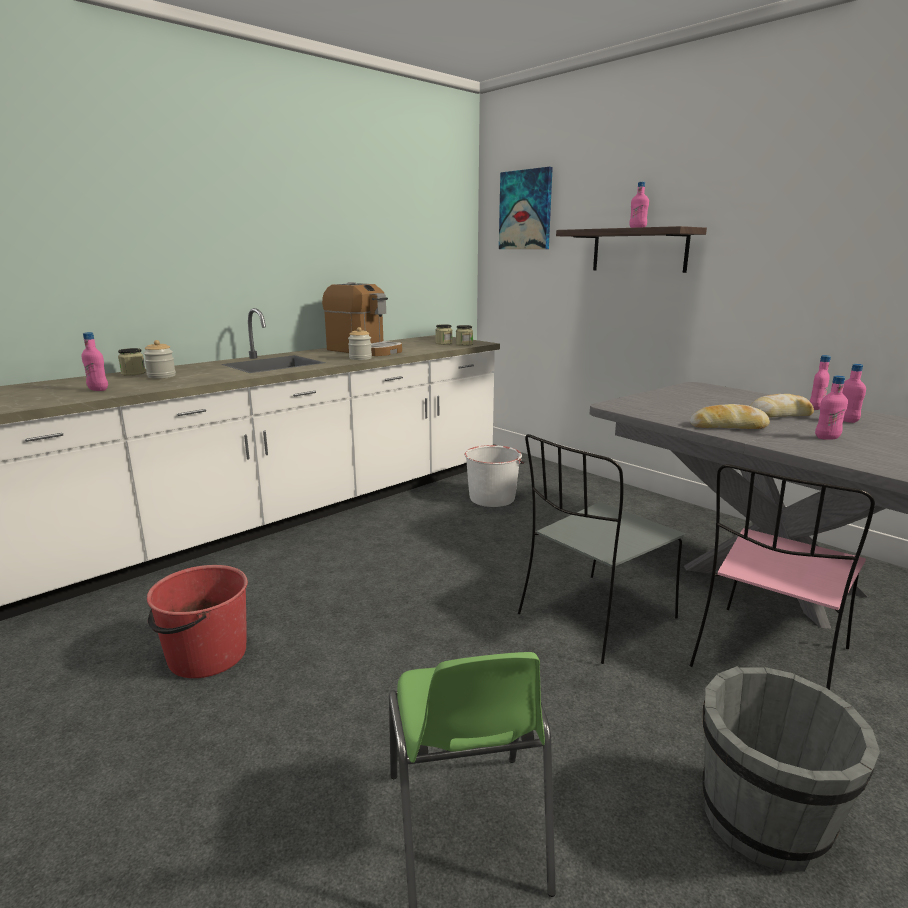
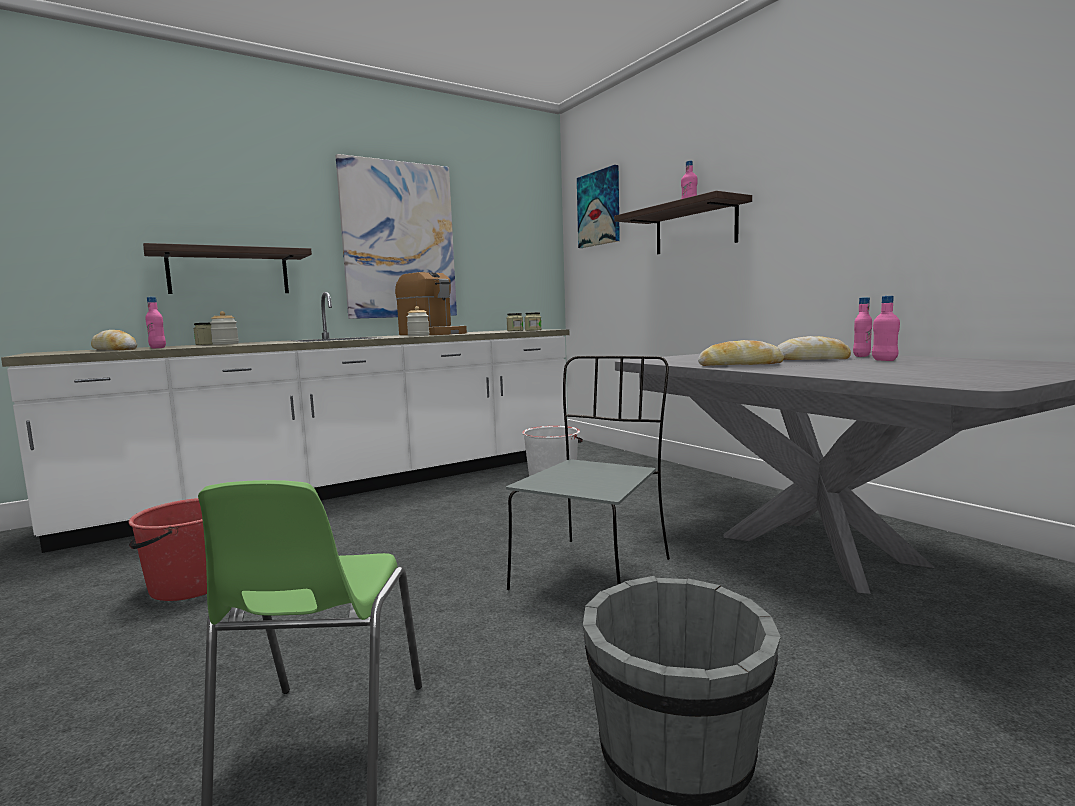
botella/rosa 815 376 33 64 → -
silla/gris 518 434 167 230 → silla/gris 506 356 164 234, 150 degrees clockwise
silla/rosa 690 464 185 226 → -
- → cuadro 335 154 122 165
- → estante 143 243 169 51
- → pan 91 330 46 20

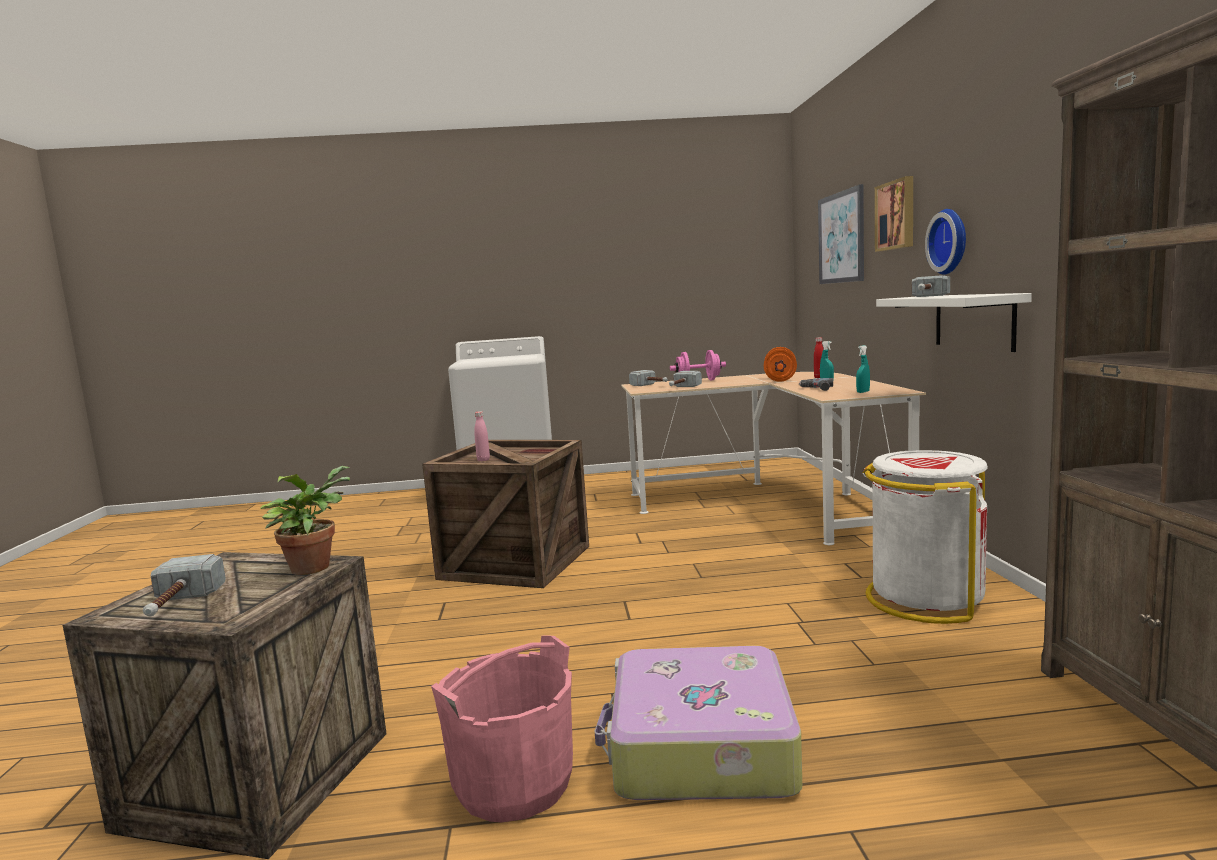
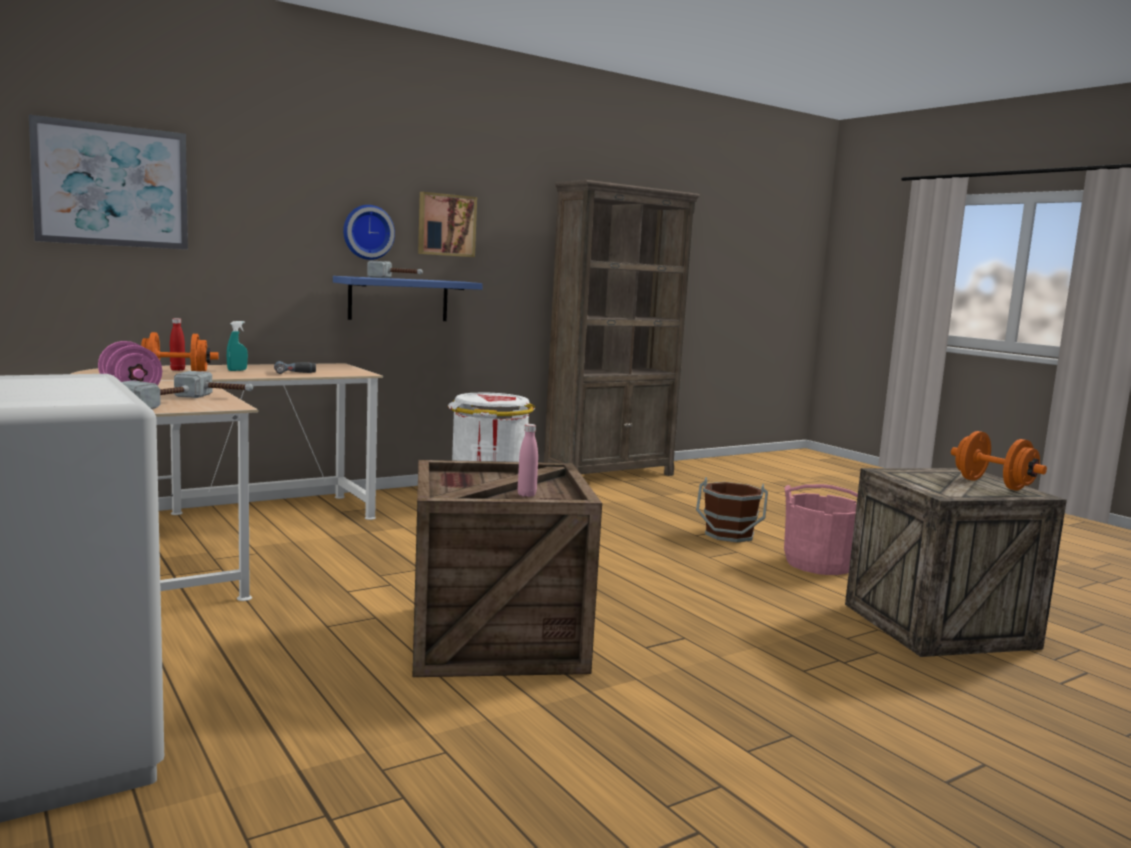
cuadro 875 176 38 76 → cuadro 418 192 59 65, moved
estante/blanco 876 293 156 59 → estante/azul 333 276 150 45
pulverizador/turquesa 856 345 14 48 → -
planta en maceta 260 466 90 109 → -
martillo 143 554 83 62 → mancuerna/naranja 951 431 96 60
maleta 595 646 207 154 → cubo/marrón 696 477 72 66

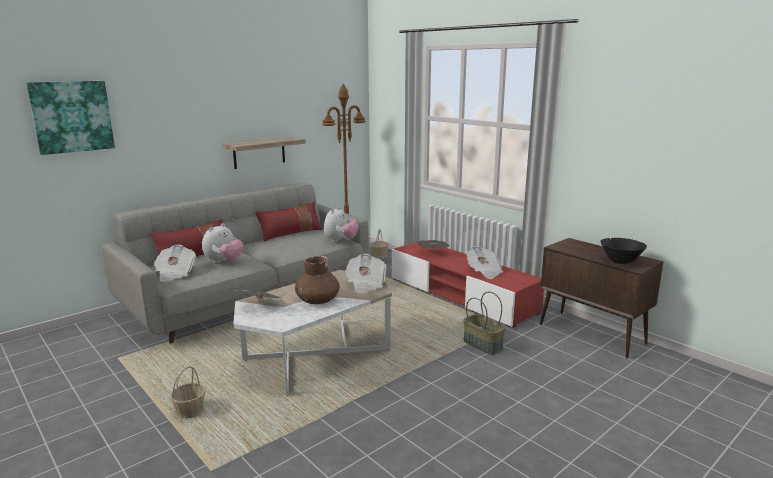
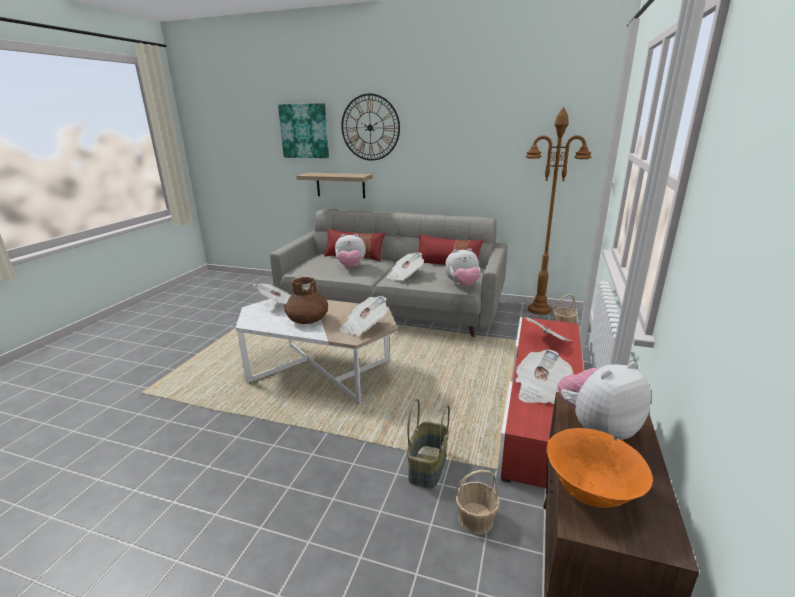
estante 223 137 83 32 → estante 296 173 77 25, moved
cuenco/negro 600 238 47 26 → cuenco/naranja 546 428 107 80
periódico 154 245 42 37 → periódico 387 252 37 29, moved
cesta 170 366 36 53 → cesta 455 470 45 64, moved
- → reloj de pared 341 94 59 67
- → peluche 557 361 94 79

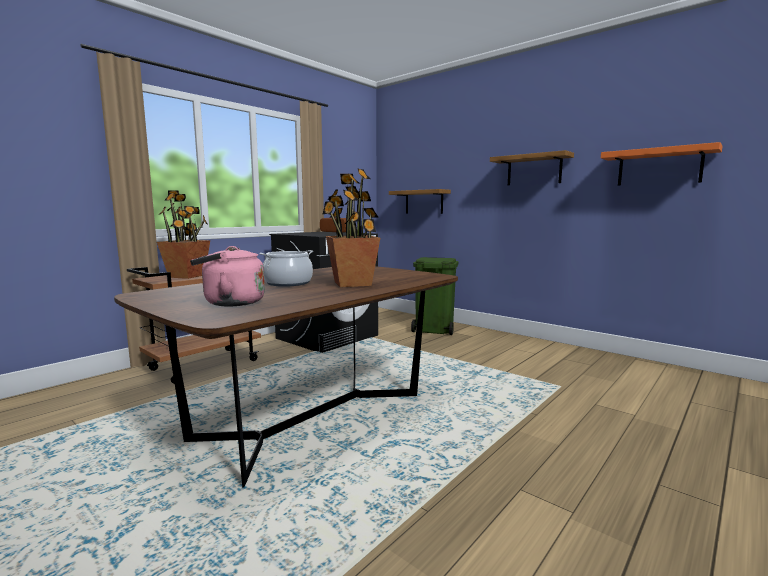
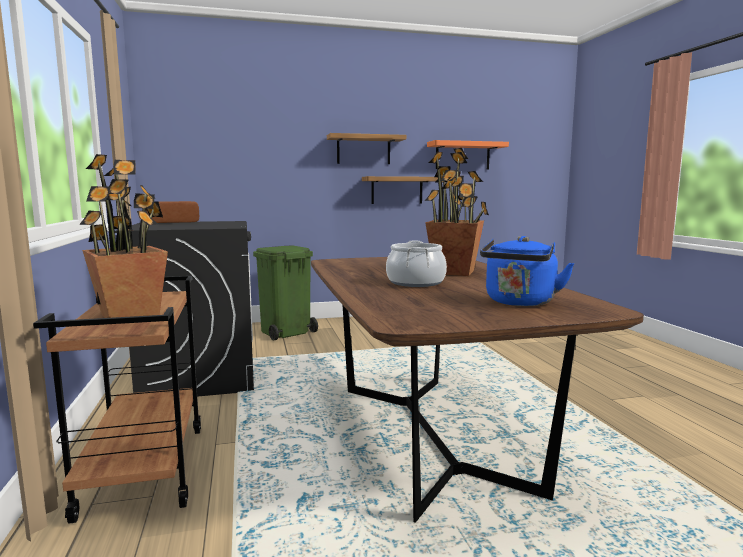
estante 389 189 62 25 → estante 362 176 76 28, moved
hervidor/rosa 190 246 75 60 → hervidor/azul 480 236 94 70

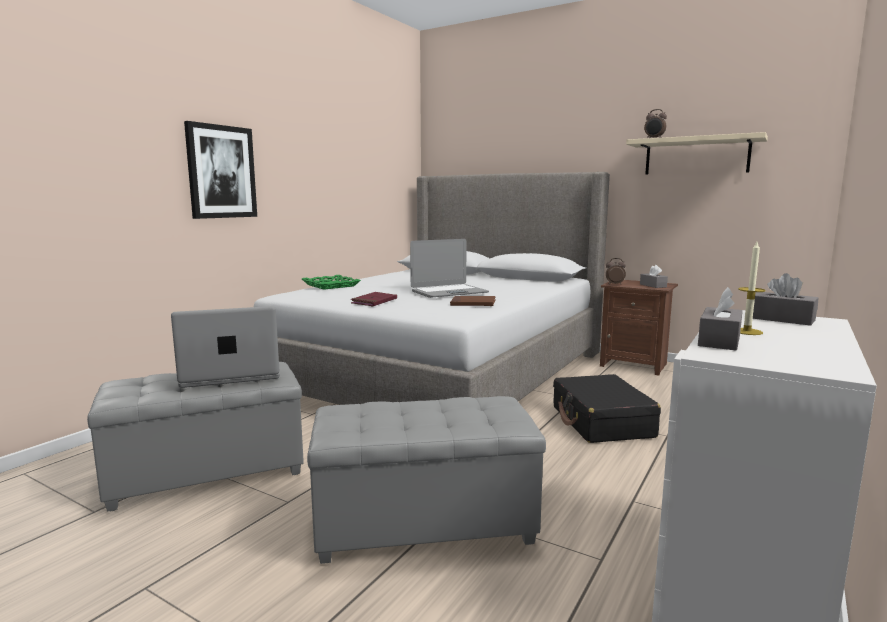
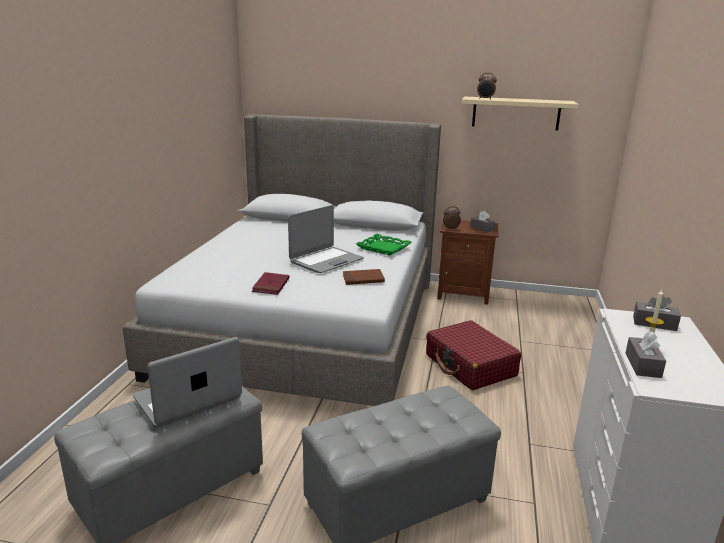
cuadro 184 121 73 98 → -
bandeja/verde 302 275 59 15 → bandeja/verde 356 234 56 21, moved
maleta/negro 553 374 108 69 → maleta/rojo 426 320 95 70

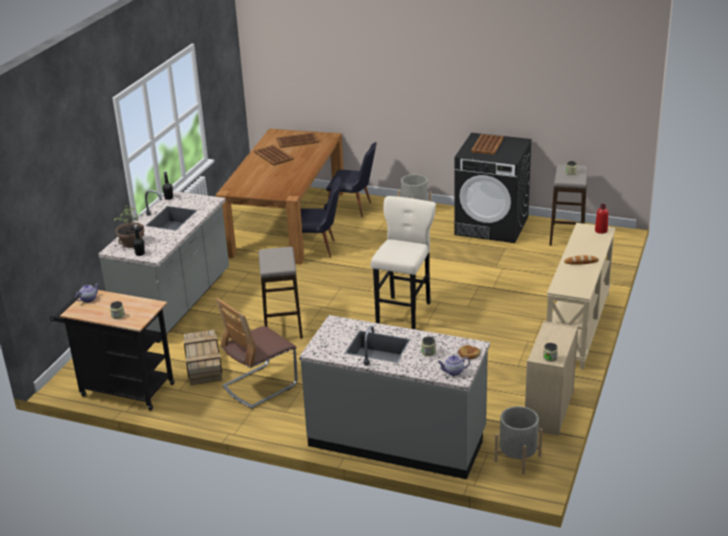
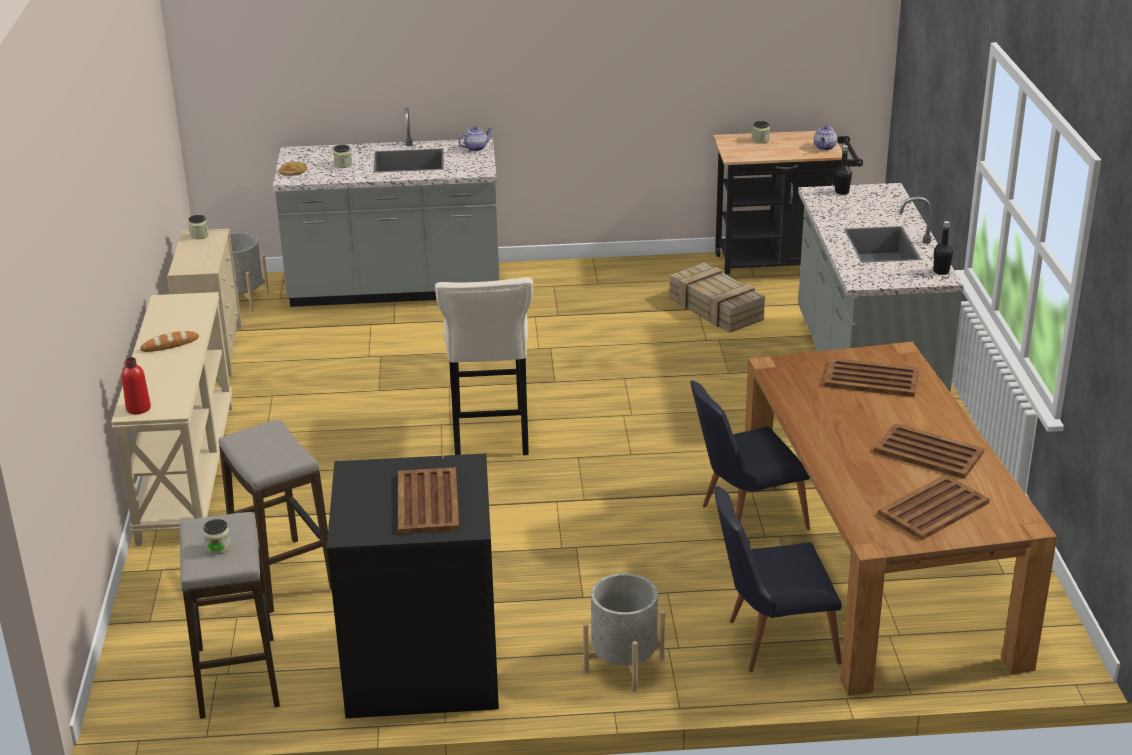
planta en maceta 114 206 30 42 → -
taburete 259 247 44 92 → taburete 218 420 114 193, moved
silla 216 297 82 112 → -
tetera 438 355 32 21 → tetera 458 126 34 25, moved
- → bandeja/marrón 824 358 95 39

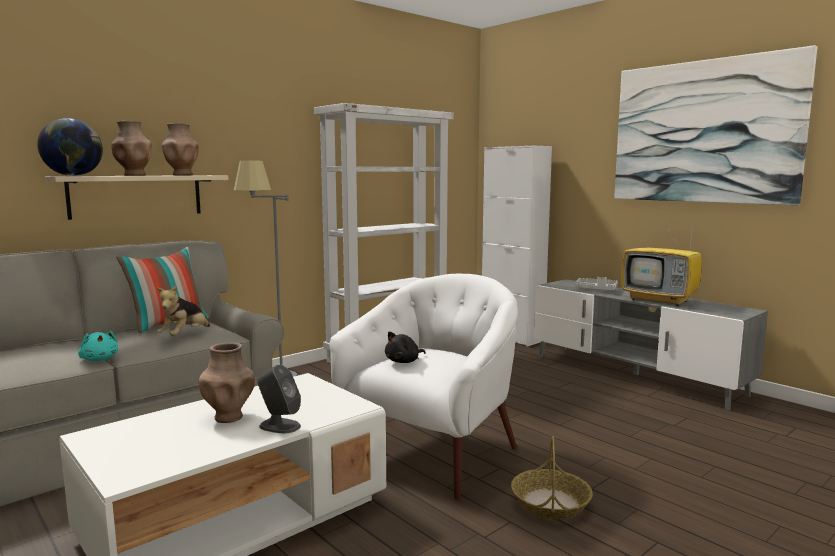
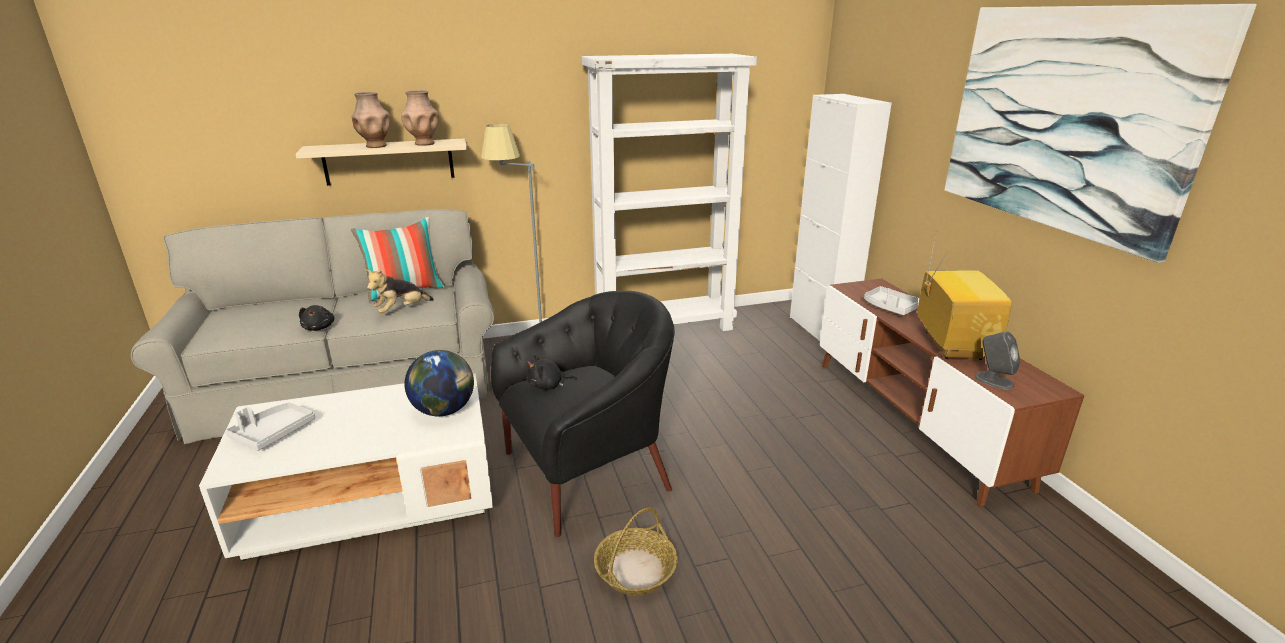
globo terráqueo 37 118 66 58 → globo terráqueo 405 350 69 66, moved
televisor 621 219 81 87 → televisor 917 235 95 125, 150 degrees counterclockwise
sillón/blanco 329 274 189 226 → sillón/negro 491 291 183 246
mueble de televisión/gris 534 279 234 131 → mueble de televisión/marrón 820 278 265 229
peluche/turquesa 78 331 40 30 → peluche/negro 299 305 35 26
florero/marrón 199 343 56 80 → -
altavoz/gris 257 365 44 68 → altavoz/gris 975 331 46 59, moved
- → bandeja/gris 225 402 90 49

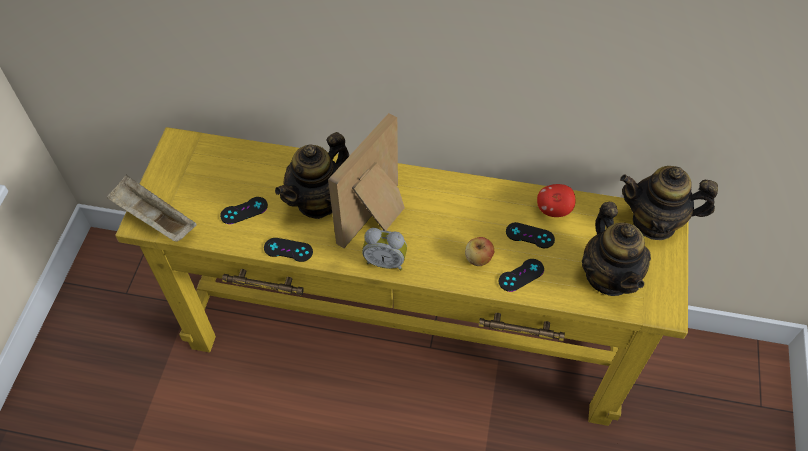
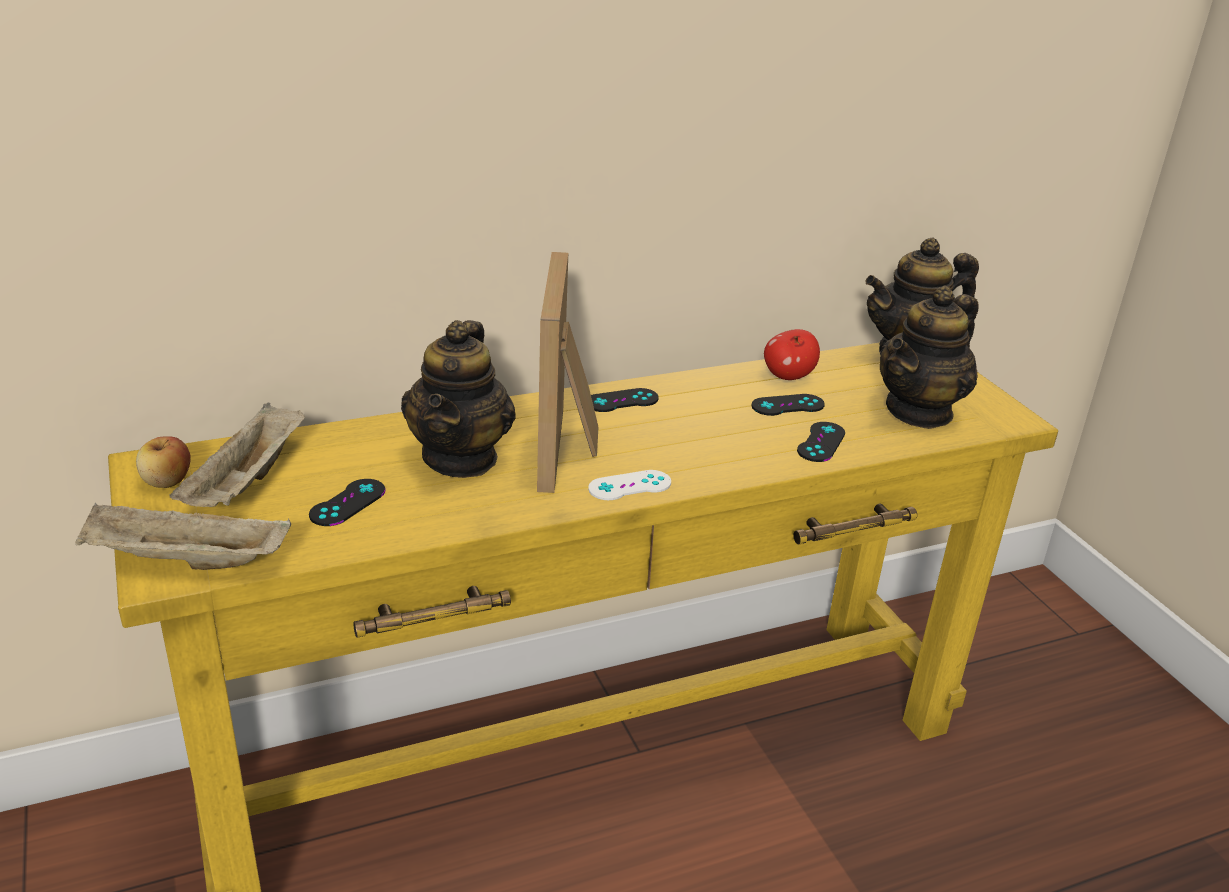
tetera 582 202 69 94 → tetera 880 285 99 144, 90 degrees clockwise
despertador 362 228 45 42 → mando de consola/blanco 588 470 83 30
manzana 465 237 29 29 → manzana 136 437 55 51, moved
mando de consola/negro 264 238 49 24 → mando de consola/negro 591 388 68 24, moved
- → bandeja/beis 170 403 135 104

